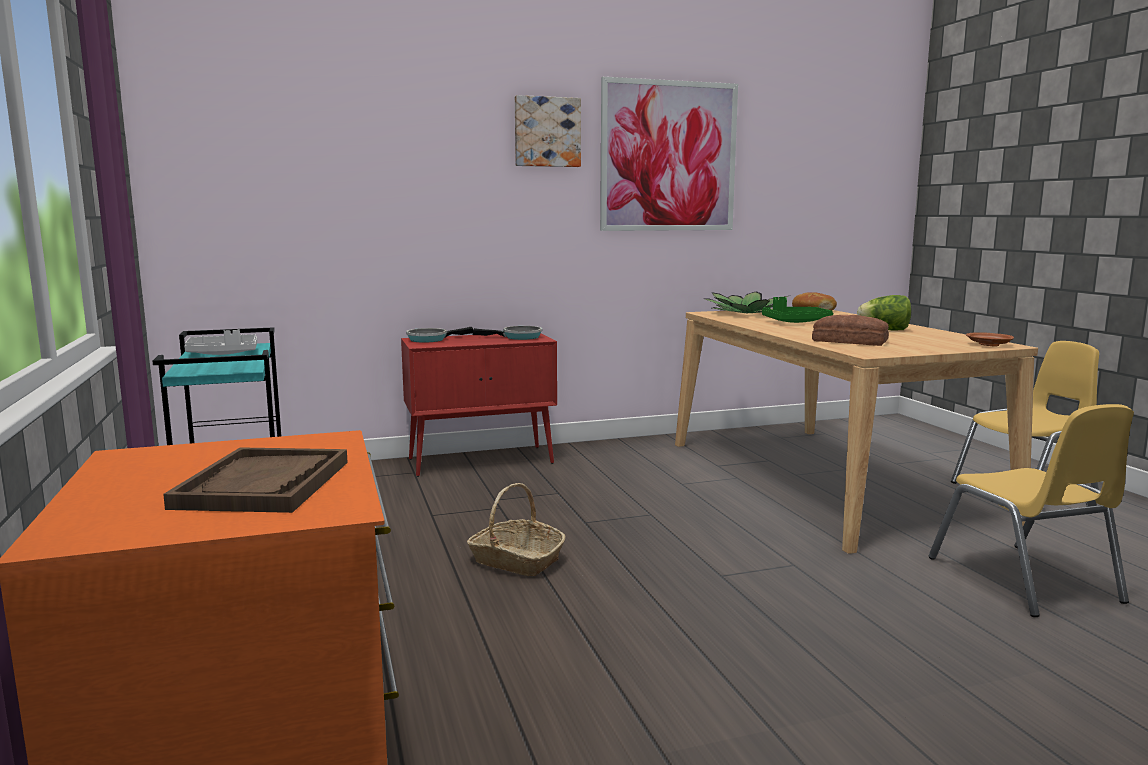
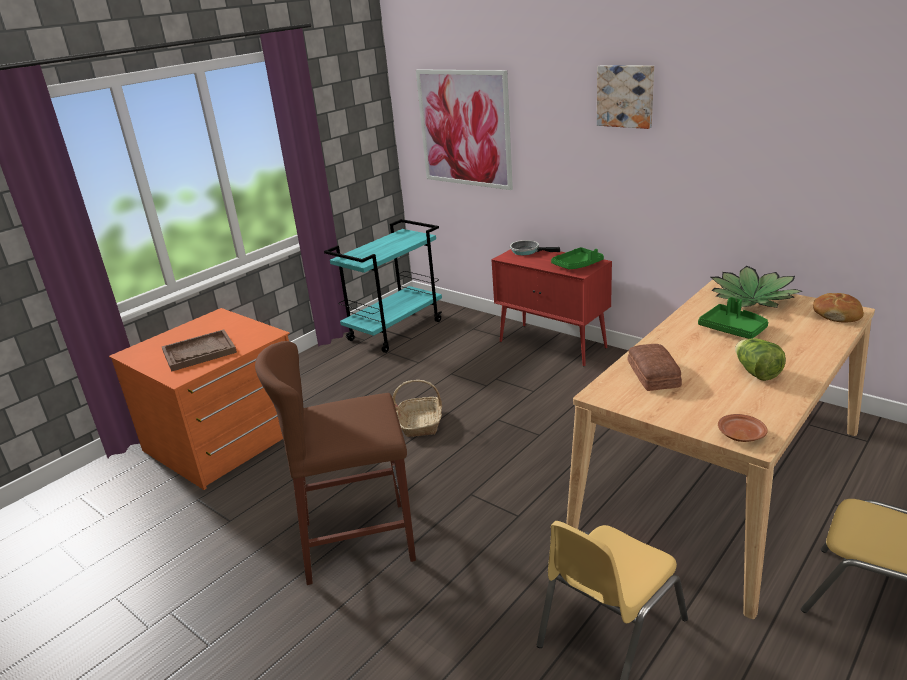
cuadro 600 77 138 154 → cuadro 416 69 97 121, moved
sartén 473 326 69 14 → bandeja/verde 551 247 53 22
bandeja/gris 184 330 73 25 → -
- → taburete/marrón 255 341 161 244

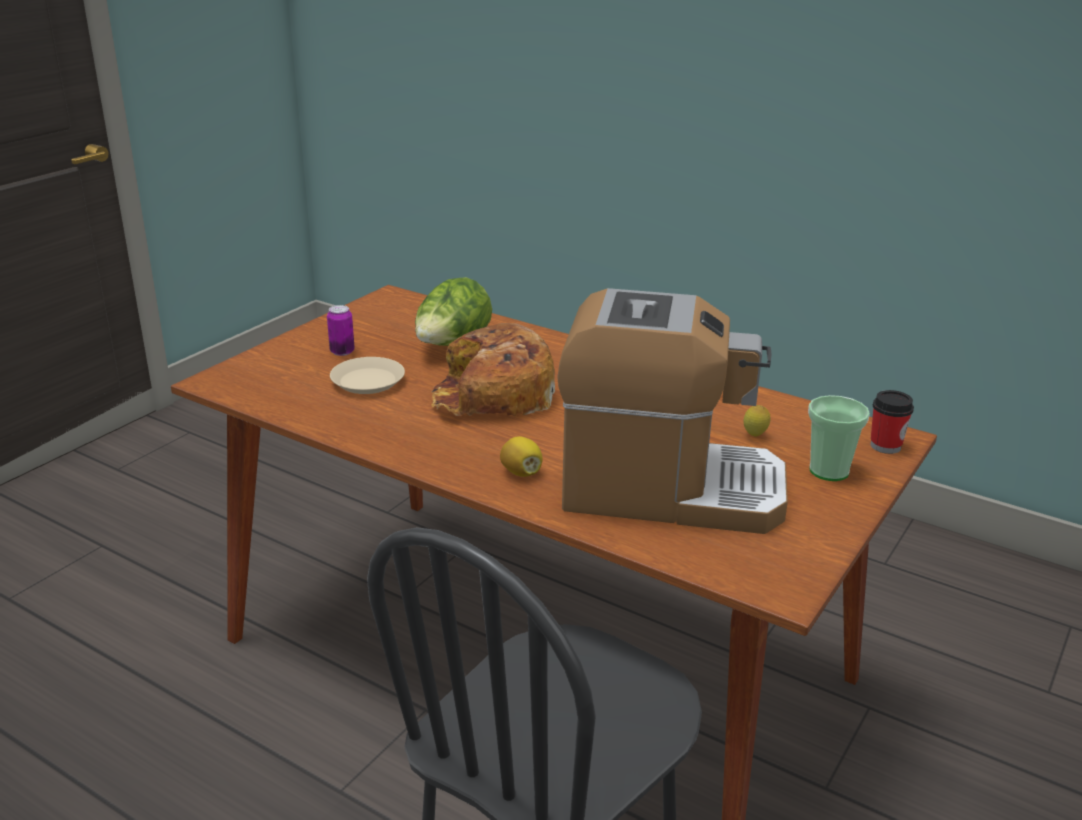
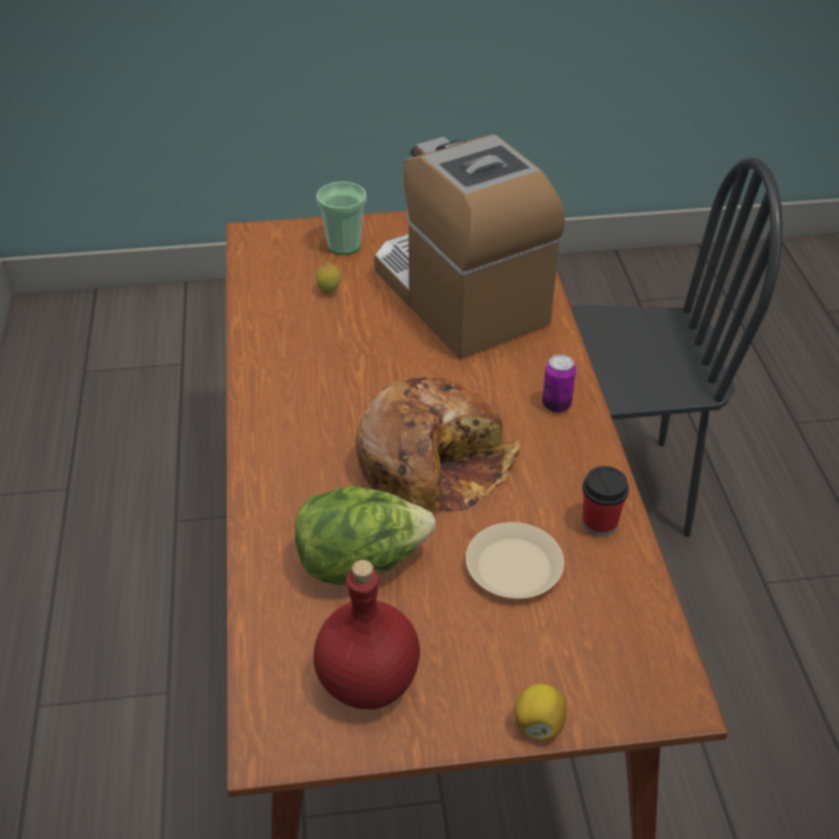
lata 327 305 28 51 → lata 542 354 34 58, moved
taza 870 390 44 64 → taza 583 466 46 71, moved
limón 500 436 43 41 → limón 514 684 53 57, moved
- → botella/rojo 313 560 107 150

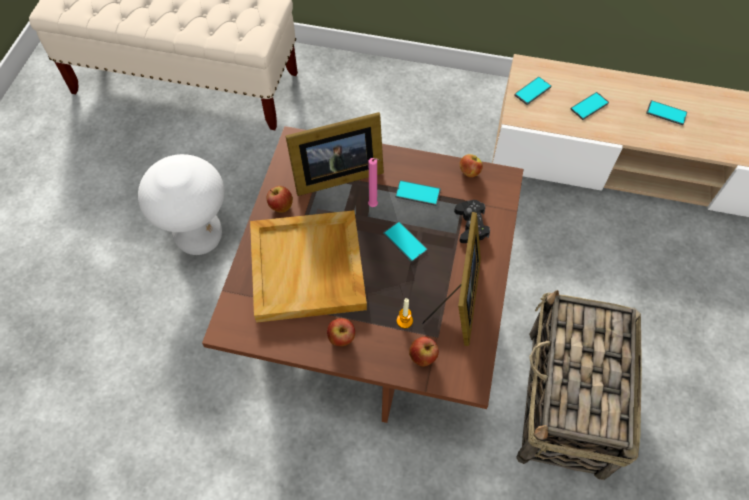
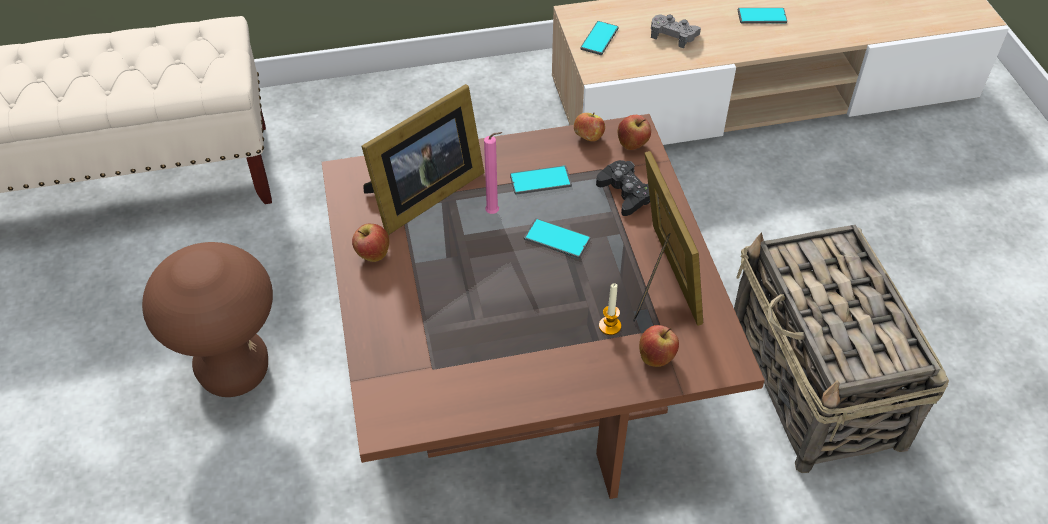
móvil 571 92 38 28 → mando de consola/gris 651 14 50 34
taburete/blanco 138 154 86 101 → taburete/marrón 142 242 131 155
bandeja/beis 250 210 117 113 → -
manzana 327 318 28 28 → manzana 617 115 34 35, moved

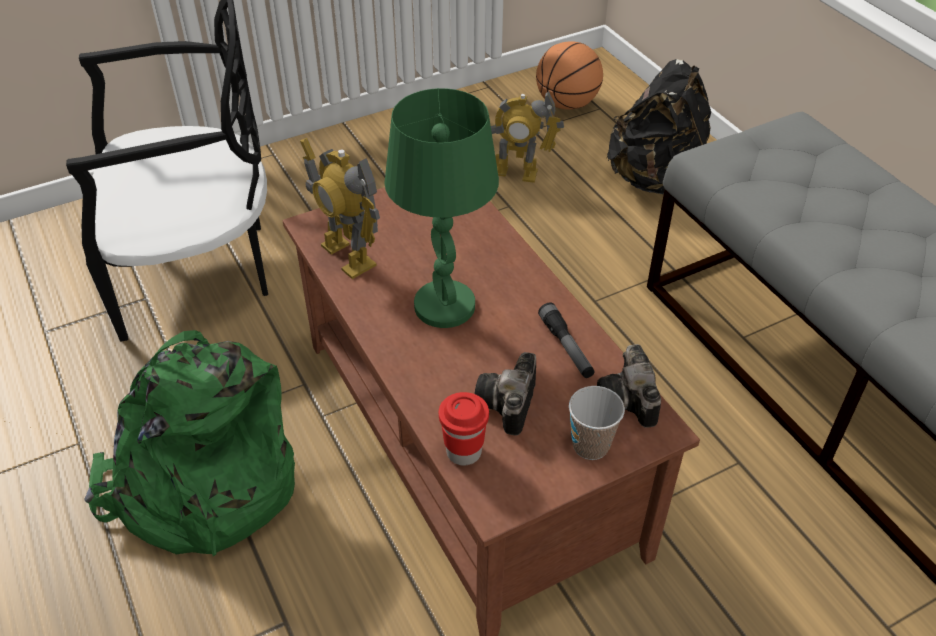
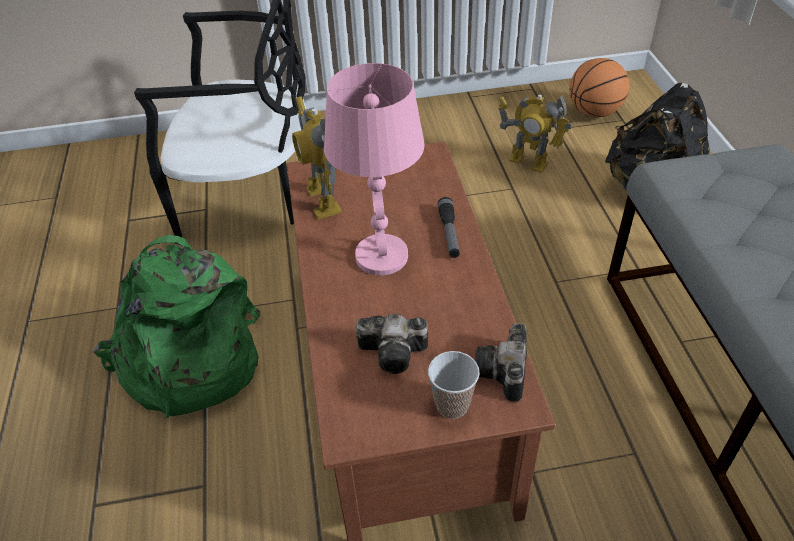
lámpara de mesa/verde 384 88 115 240 → lámpara de mesa/rosa 324 63 101 213
linterna 538 302 56 76 → linterna 437 197 22 61, moved
cámara 474 352 62 84 → cámara 356 314 72 60, 120 degrees counterclockwise
taza/rojo 439 392 50 73 → -

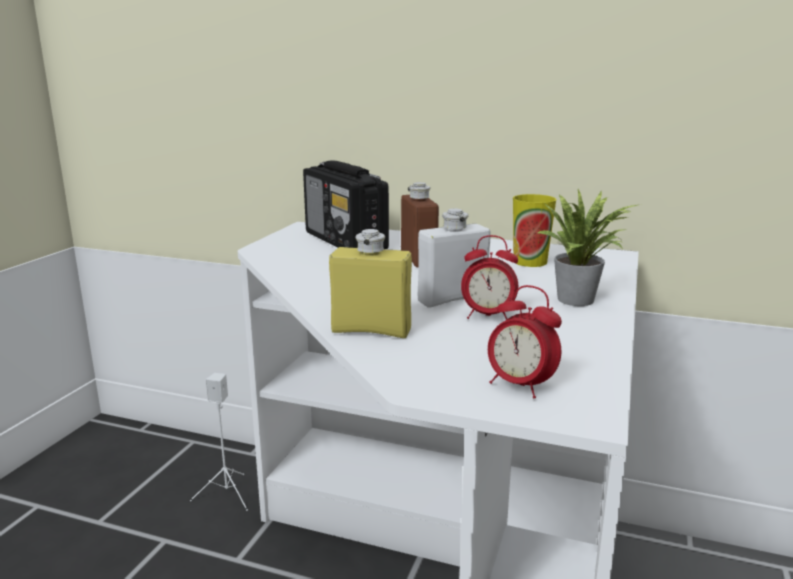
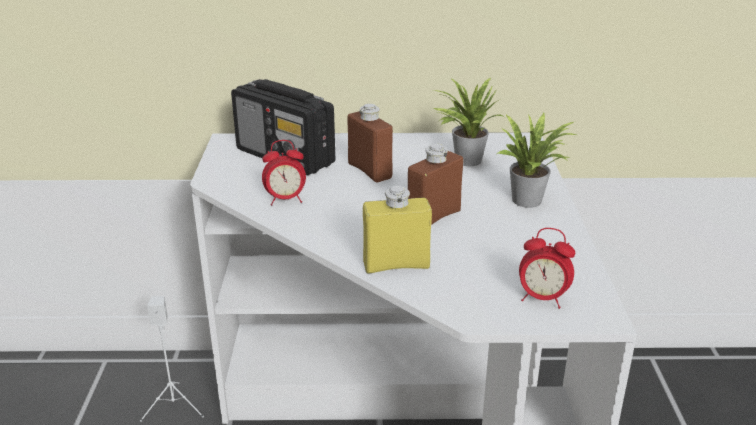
taza 513 194 44 73 → planta en maceta 433 78 71 88
botella/blanco 418 208 73 100 → botella/marrón 408 144 55 81
despertador 461 235 57 85 → despertador 262 140 44 65, moved

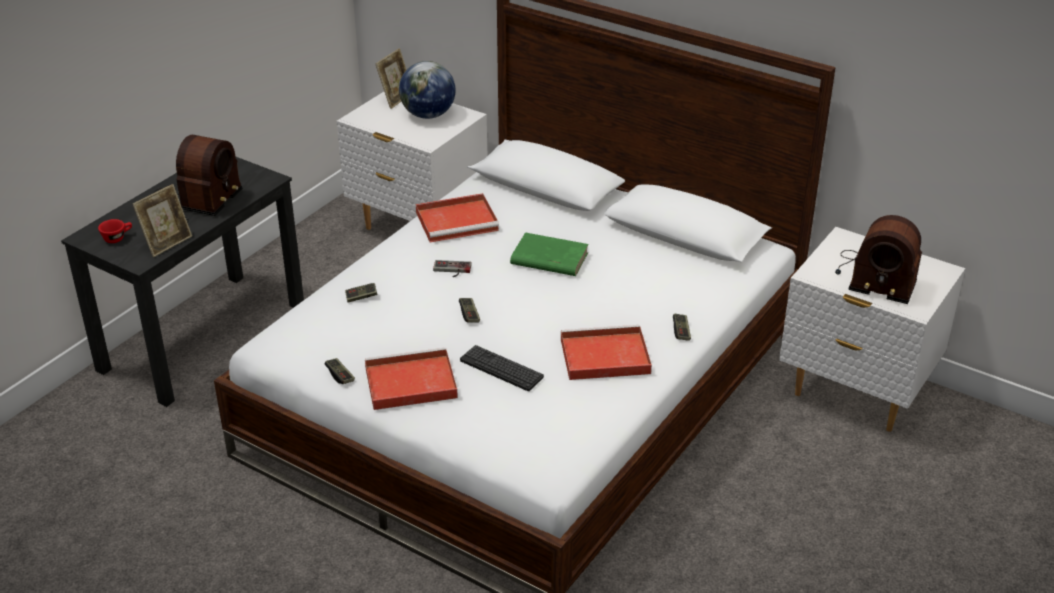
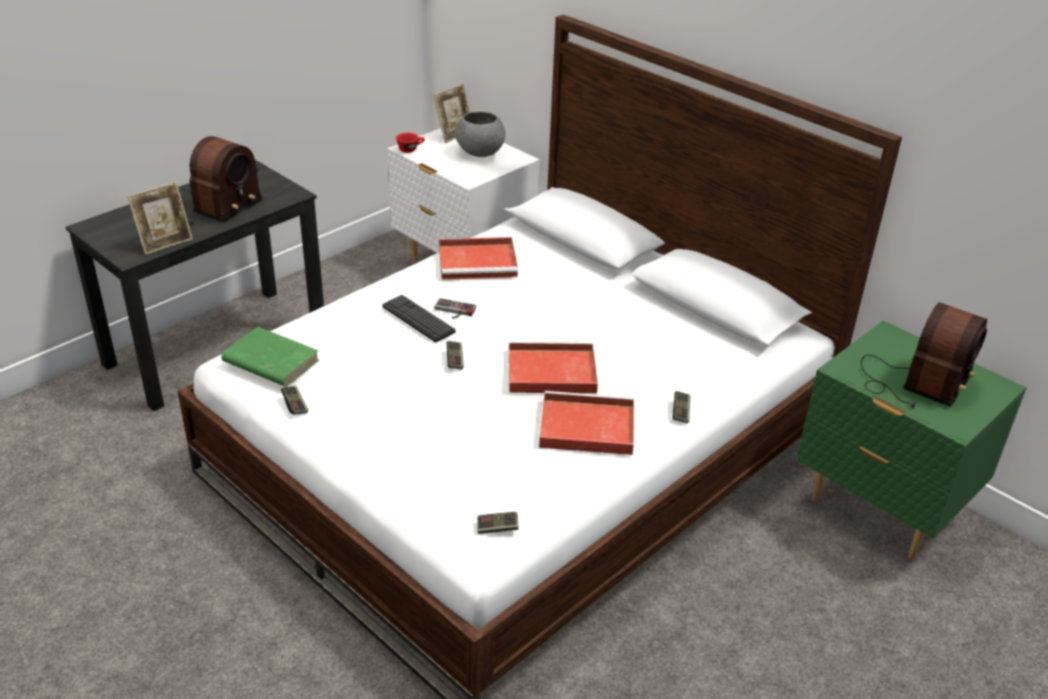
globo terráqueo 399 61 56 58 → cuenco/gris 455 112 50 45
radio 835 215 87 89 → radio 861 302 126 106, 90 degrees counterclockwise
taza/rojo 98 219 34 24 → taza/rojo 396 133 28 20, moved
mesita de noche/blanco 779 227 186 205 → mesita de noche/verde 796 321 230 239
libro/verde 510 232 78 44 → libro/verde 222 327 97 60, moved
mando de consola 345 283 32 19 → mando de consola 477 512 42 22, moved
teclado 460 345 84 46 → teclado 382 295 73 47, moved
bandeja/rojo 365 348 93 62 → bandeja/rojo 509 341 89 53, moved

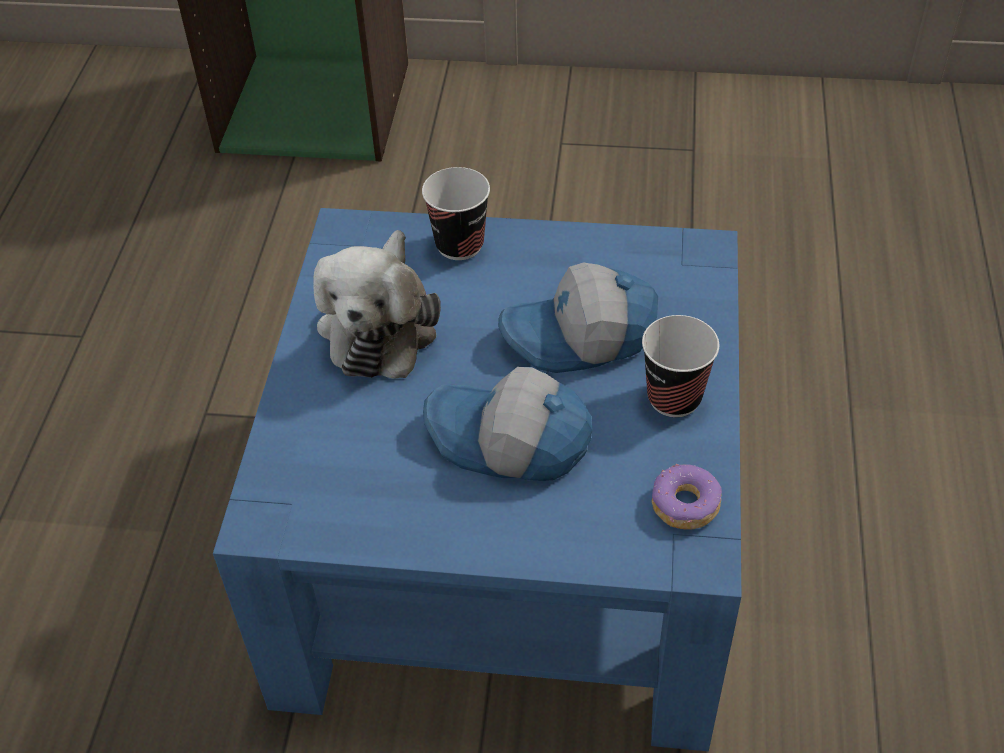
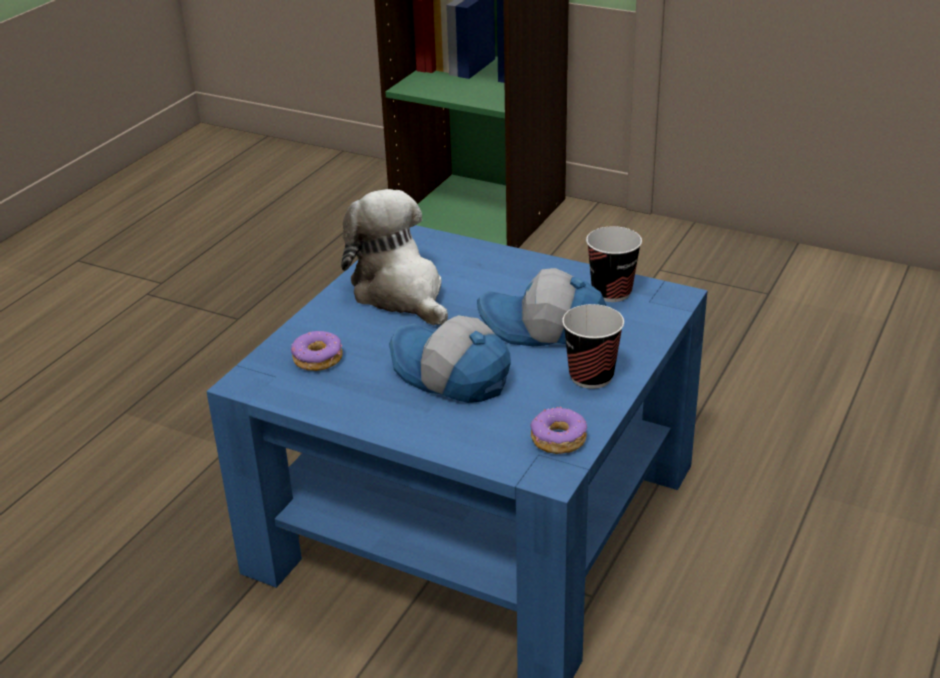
taza 422 167 68 93 → taza 586 226 56 76, moved
peluche 313 230 128 149 → peluche 341 189 107 136, 120 degrees clockwise
- → rosquilla 291 330 52 41

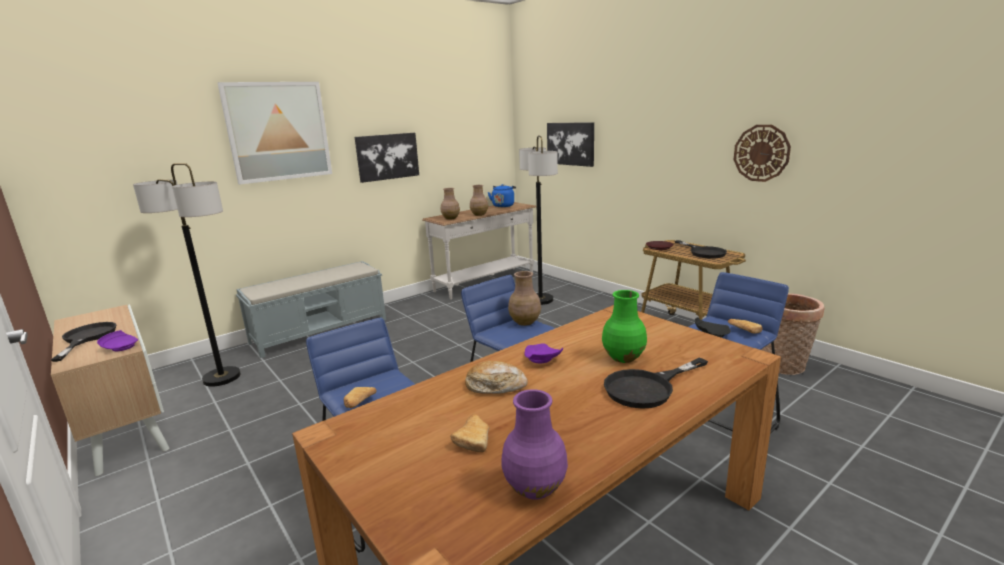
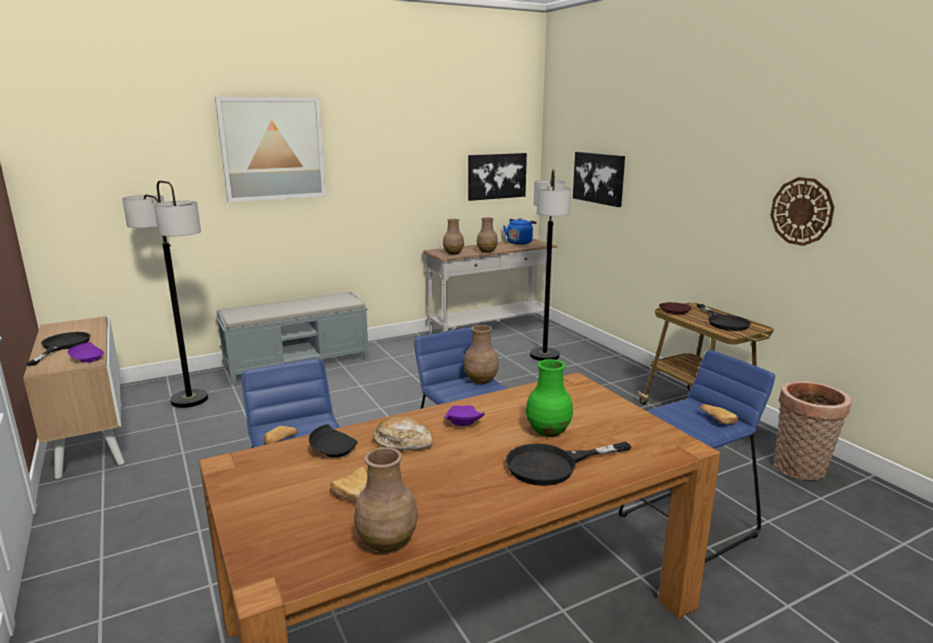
cuadro 355 133 64 50 → cuadro 468 153 59 48, moved
plato/negro 695 317 36 20 → plato/negro 309 424 49 33, moved
florero/morado 501 389 67 111 → florero/marrón 354 447 64 105

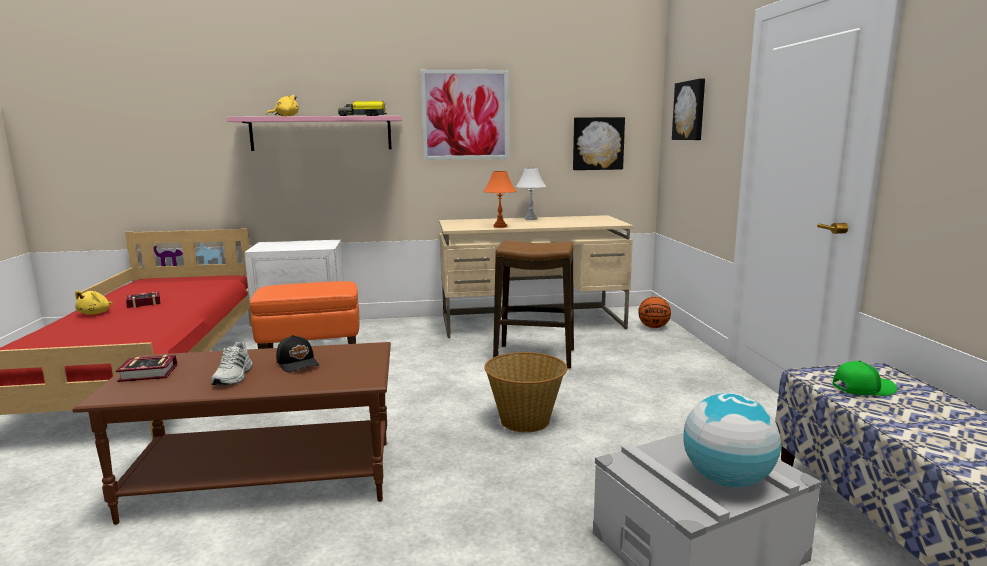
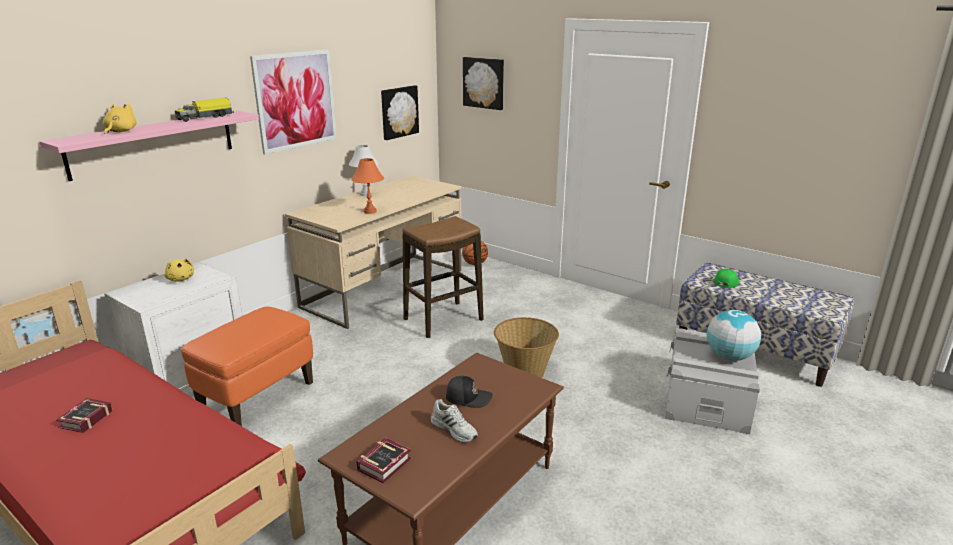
peluche/amarillo 75 291 38 24 → peluche/amarillo 164 259 30 23, moved

